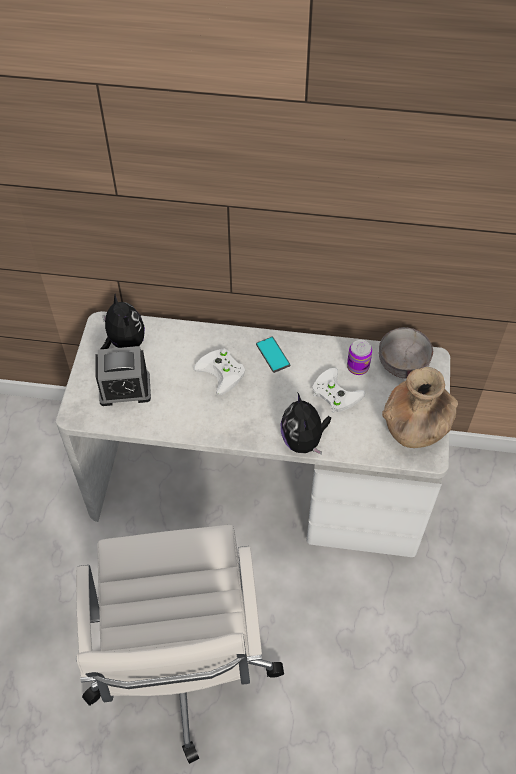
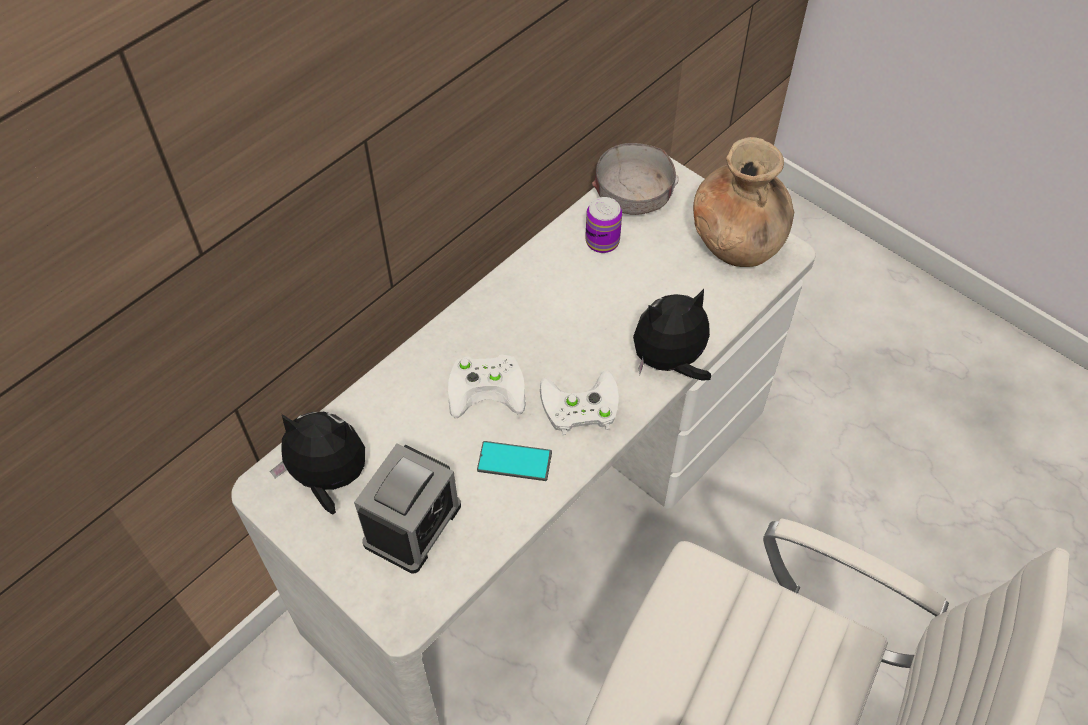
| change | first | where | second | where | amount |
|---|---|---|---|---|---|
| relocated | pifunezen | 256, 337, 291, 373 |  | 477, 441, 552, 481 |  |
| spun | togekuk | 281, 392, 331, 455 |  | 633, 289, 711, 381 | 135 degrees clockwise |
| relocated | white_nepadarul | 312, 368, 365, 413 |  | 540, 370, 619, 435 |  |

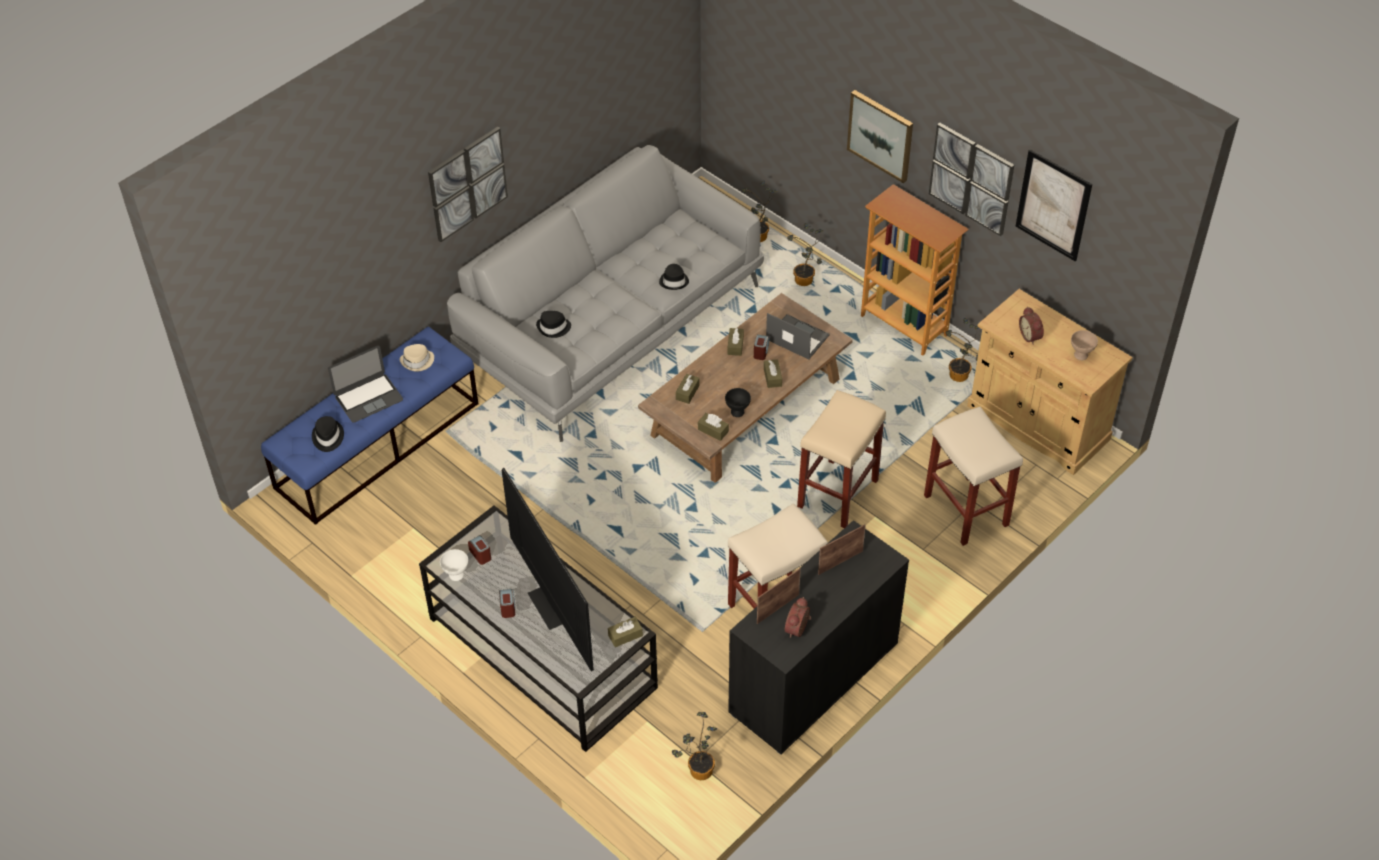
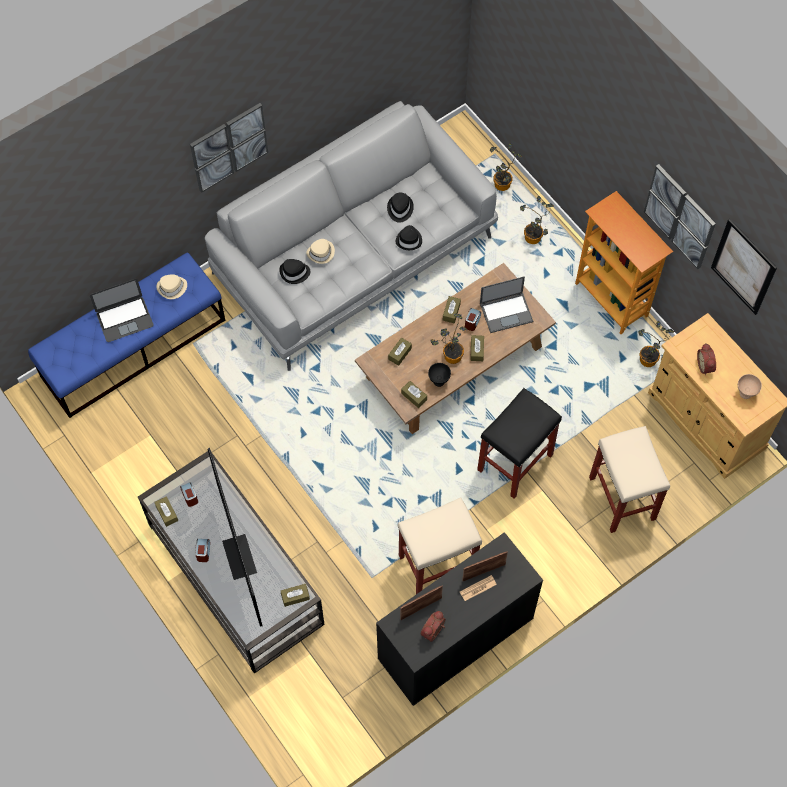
| change | first | where | second | where | amount |
|---|---|---|---|---|---|
| relocated | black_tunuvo | 312, 416, 344, 452 |  | 387, 193, 414, 223 |  |
| exchanged | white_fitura | 440, 549, 468, 581 | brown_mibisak | 154, 496, 178, 527 |  |
| relocated | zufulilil | 672, 712, 717, 780 |  | 430, 313, 467, 364 |  |
| spun | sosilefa | 766, 313, 830, 359 |  | 480, 276, 533, 333 | 120 degrees clockwise |
| colour | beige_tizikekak | 797, 390, 886, 528 | black_tizikekak | 477, 388, 562, 498 |  |
| missing | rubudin | 847, 90, 913, 183 |  |  |  |
| appeared |  |  | beige_tunuvo | 306, 239, 335, 264 |  |
| appeared |  |  | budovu | 460, 575, 497, 601 |  |

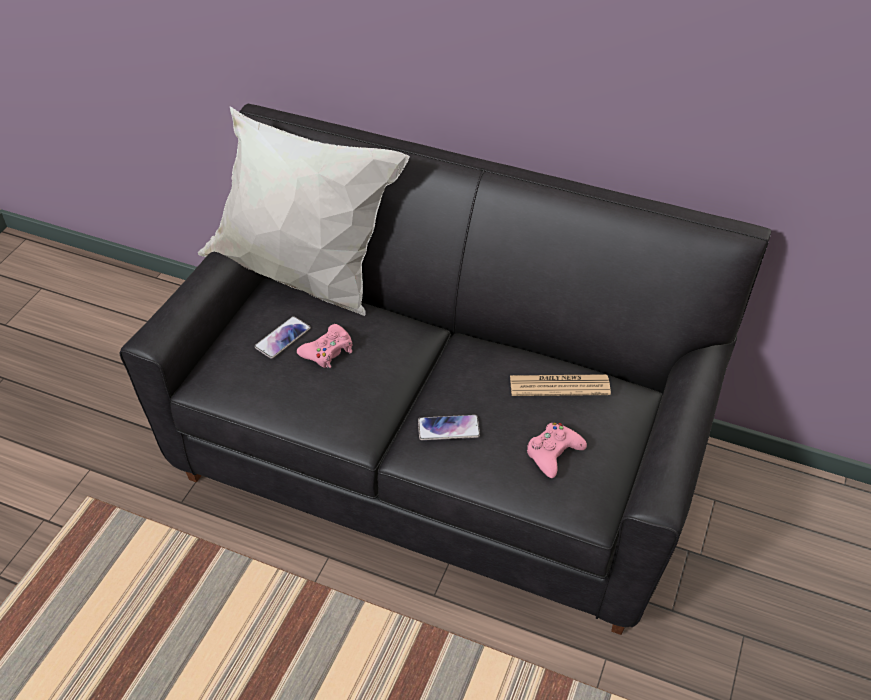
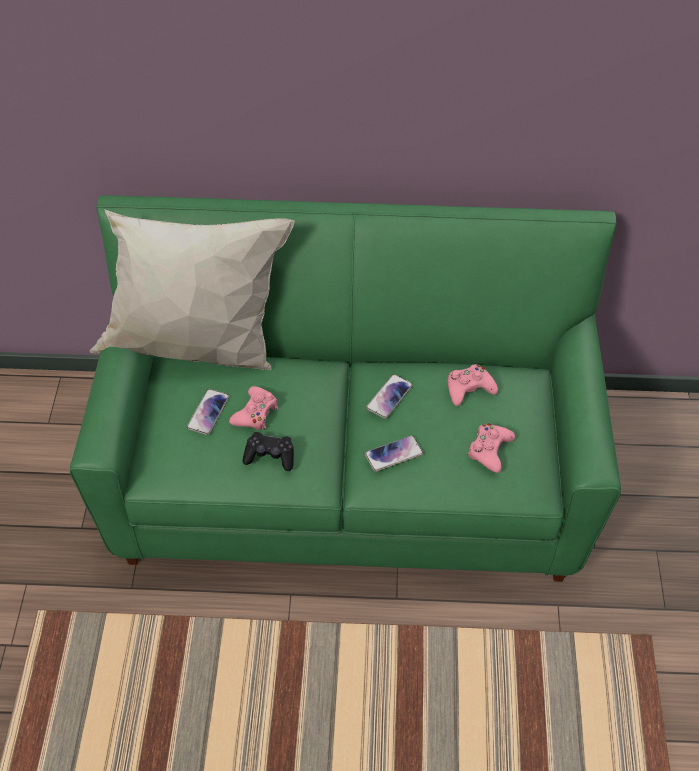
| change | first | where | second | where | amount |
|---|---|---|---|---|---|
| colour | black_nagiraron | 119, 104, 771, 635 | green_nagiraron | 70, 195, 621, 582 |  |
| exchanged | budovu | 510, 374, 611, 396 | pink_nepadarul | 448, 364, 498, 406 |  |
| appeared |  |  | black_nepadarul | 243, 432, 294, 471 |  |
| appeared |  |  | pifunezen | 366, 374, 413, 419 |  |

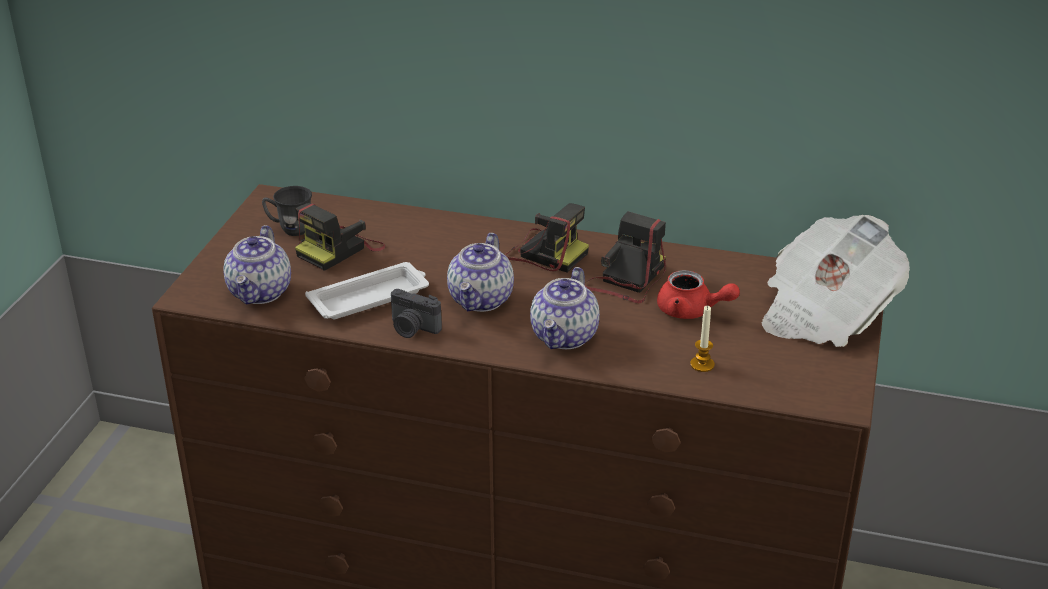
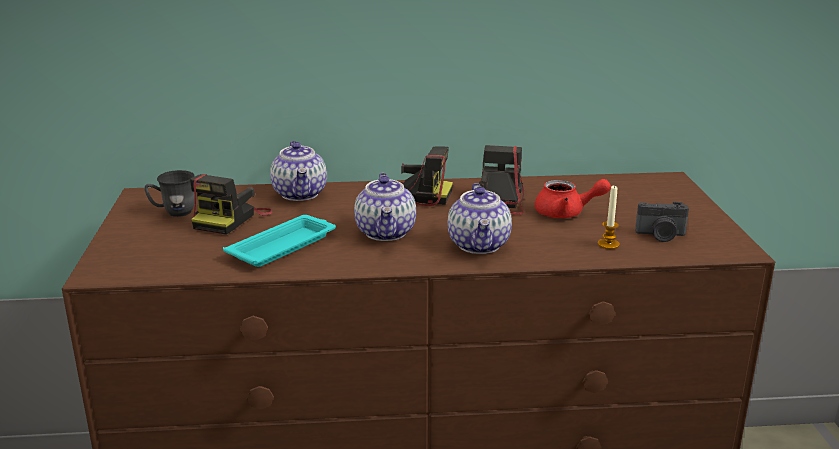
| change | first | where | second | where | amount |
|---|---|---|---|---|---|
| relocated | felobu | 223, 225, 291, 305 |  | 270, 141, 327, 201 |  |
| colour | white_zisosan | 305, 262, 429, 319 | turquoise_zisosan | 223, 215, 336, 267 |  |
| relocated | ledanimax | 391, 289, 442, 338 |  | 635, 201, 689, 242 |  |
| missing | budovu | 762, 215, 910, 347 |  |  |  |

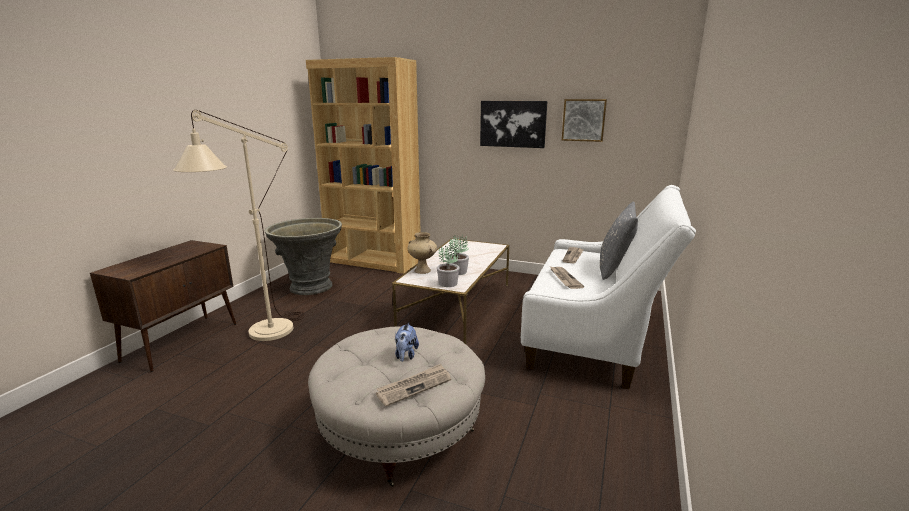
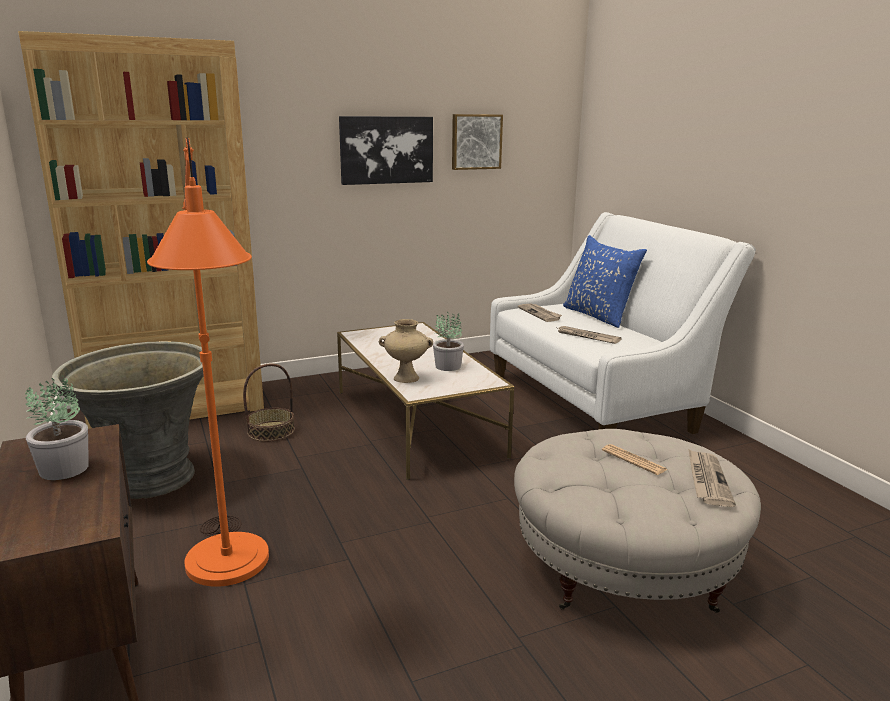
| change | first | where | second | where | amount |
|---|---|---|---|---|---|
| colour | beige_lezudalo | 173, 110, 305, 341 | orange_lezudalo | 147, 137, 269, 587 |  |
| exchanged | togekuk | 395, 323, 419, 362 | budovu | 602, 444, 668, 475 |  |
| relocated | zufulilil | 437, 245, 460, 287 |  | 25, 375, 89, 480 |  |
| colour | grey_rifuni | 600, 202, 638, 280 | blue_rifuni | 563, 235, 647, 328 |  |
| appeared |  |  | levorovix | 243, 363, 295, 442 |  |

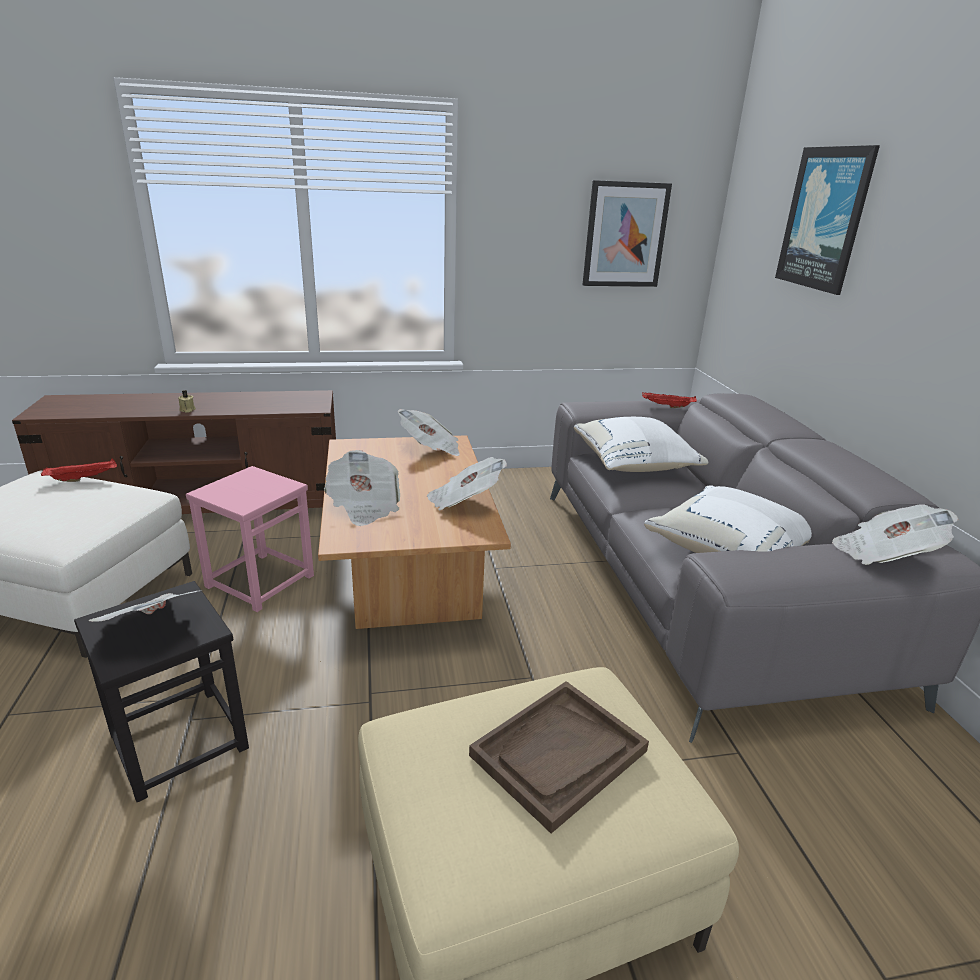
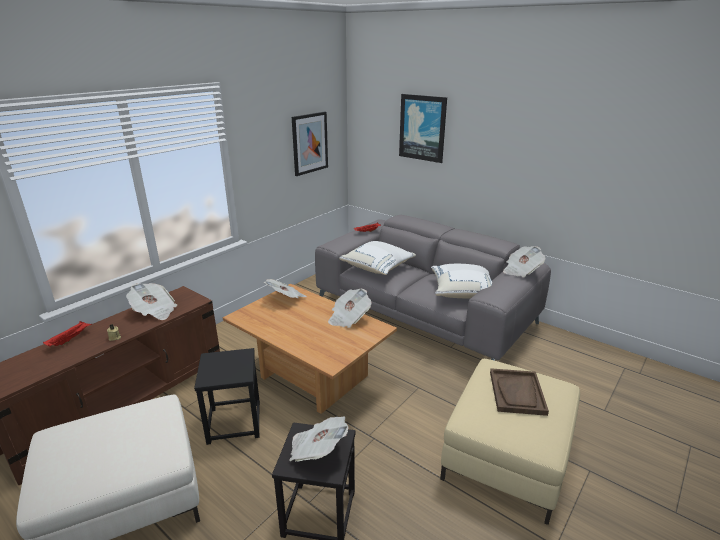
| change | first | where | second | where | amount |
|---|---|---|---|---|---|
| relocated | red_zisosan | 41, 458, 117, 482 |  | 43, 321, 91, 346 |  |
| colour | pink_tizikekak | 186, 466, 314, 612 | black_tizikekak | 194, 348, 260, 445 |  |
| relocated | budovu | 324, 450, 400, 526 |  | 126, 283, 177, 320 |  |

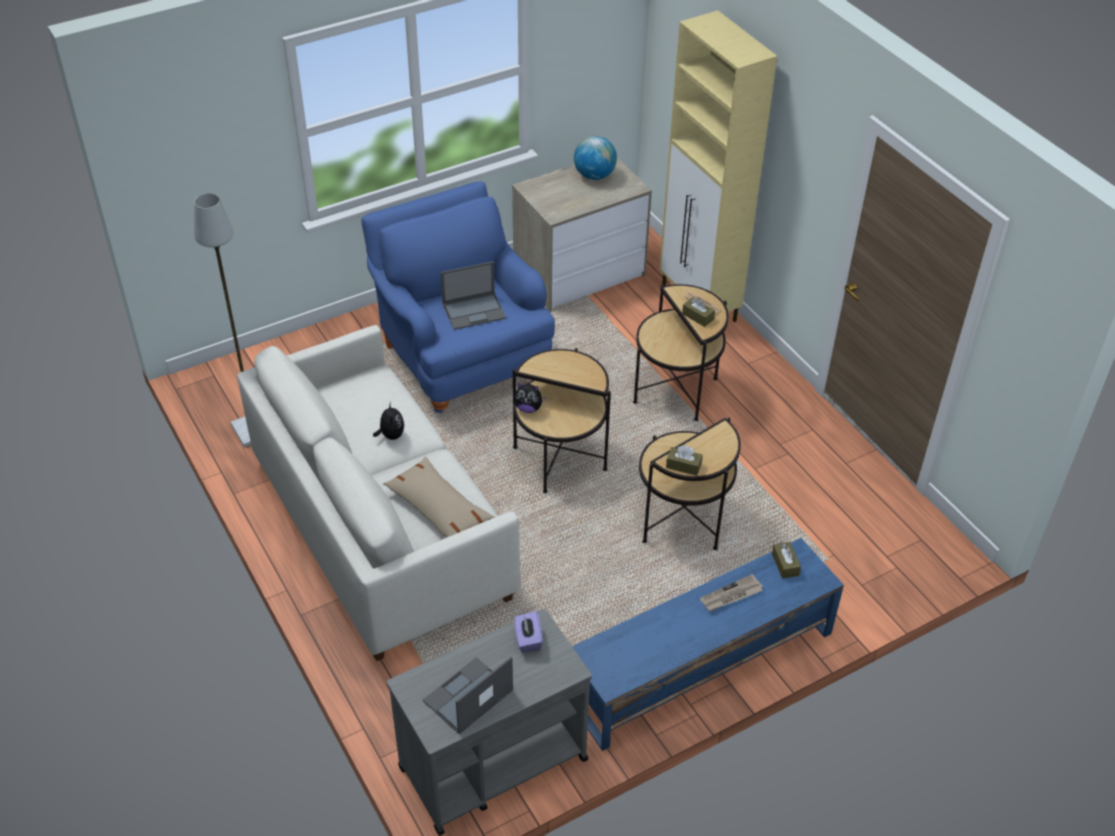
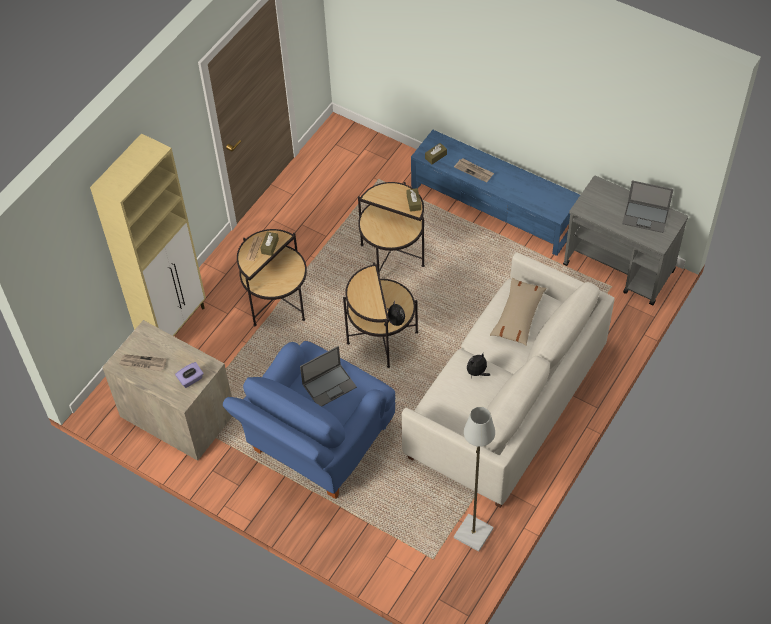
| change | first | where | second | where | amount |
|---|---|---|---|---|---|
| spun | sosilefa | 441, 261, 506, 330 |  | 300, 346, 357, 407 | 105 degrees clockwise |
| relocated | purple_mibisak | 514, 611, 543, 653 |  | 175, 362, 203, 388 |  |
| exchanged | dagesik | 574, 136, 617, 180 | budovu | 120, 354, 167, 371 |  |

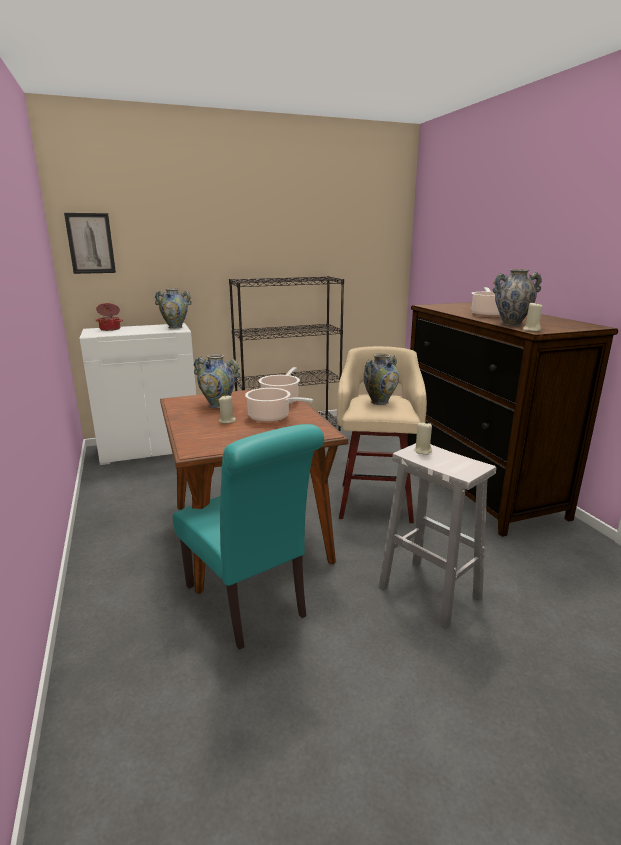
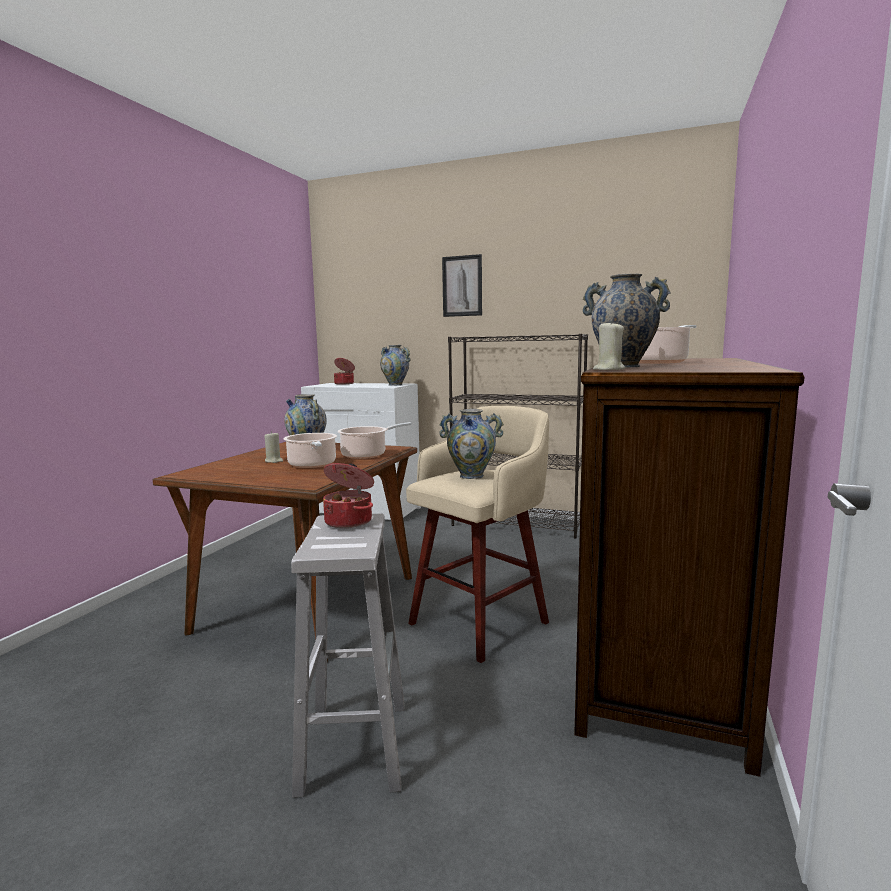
| change | first | where | second | where | amount |
|---|---|---|---|---|---|
| relocated | rubudin | 64, 213, 116, 274 |  | 442, 254, 482, 317 |  |
| missing | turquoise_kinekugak | 173, 424, 324, 650 |  |  |  |
| exchanged | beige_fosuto | 414, 421, 432, 455 | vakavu | 323, 463, 374, 528 |  |

